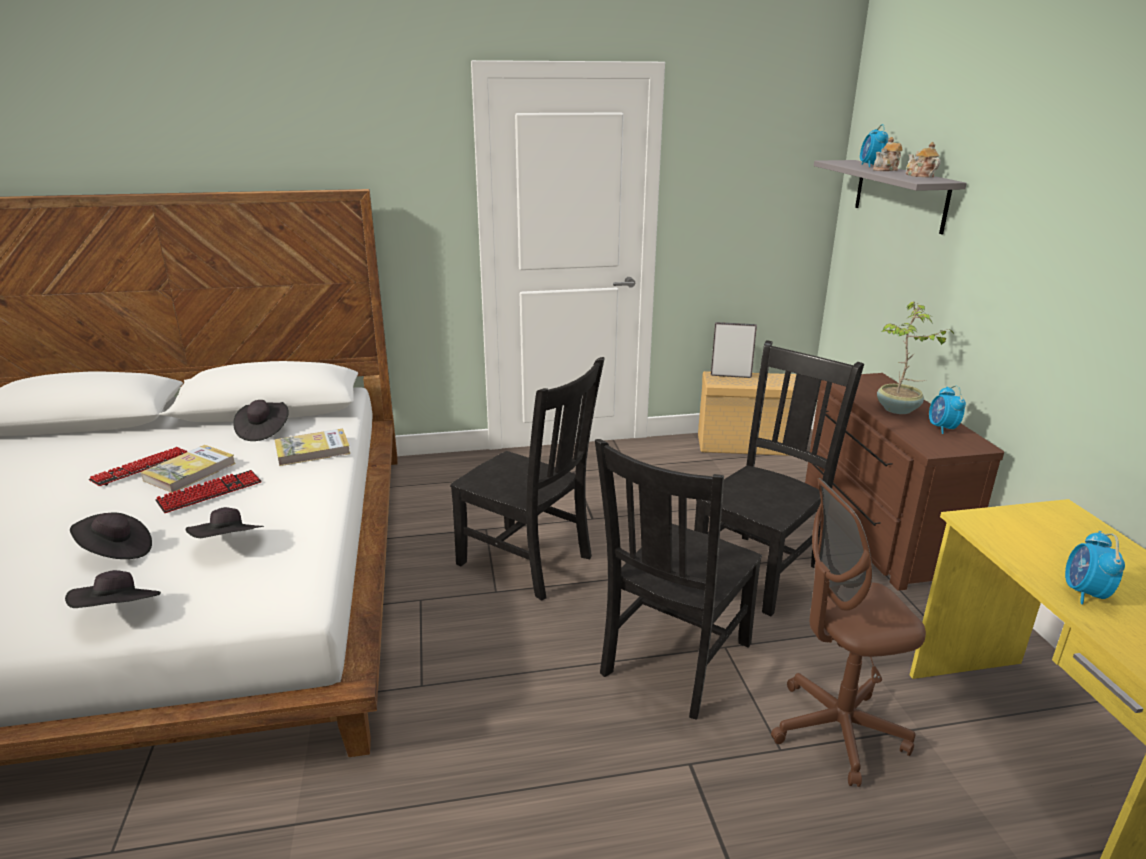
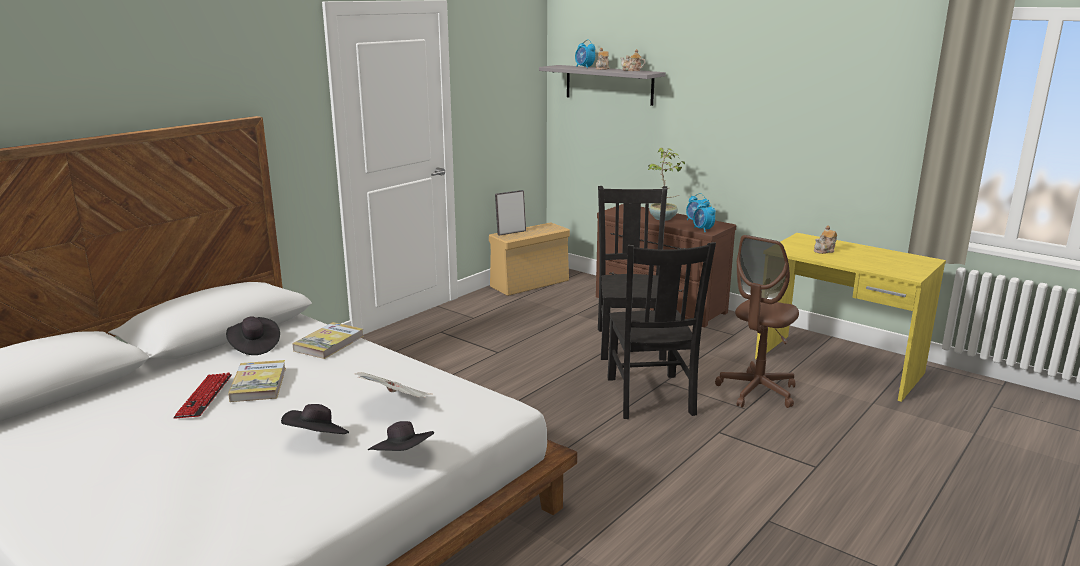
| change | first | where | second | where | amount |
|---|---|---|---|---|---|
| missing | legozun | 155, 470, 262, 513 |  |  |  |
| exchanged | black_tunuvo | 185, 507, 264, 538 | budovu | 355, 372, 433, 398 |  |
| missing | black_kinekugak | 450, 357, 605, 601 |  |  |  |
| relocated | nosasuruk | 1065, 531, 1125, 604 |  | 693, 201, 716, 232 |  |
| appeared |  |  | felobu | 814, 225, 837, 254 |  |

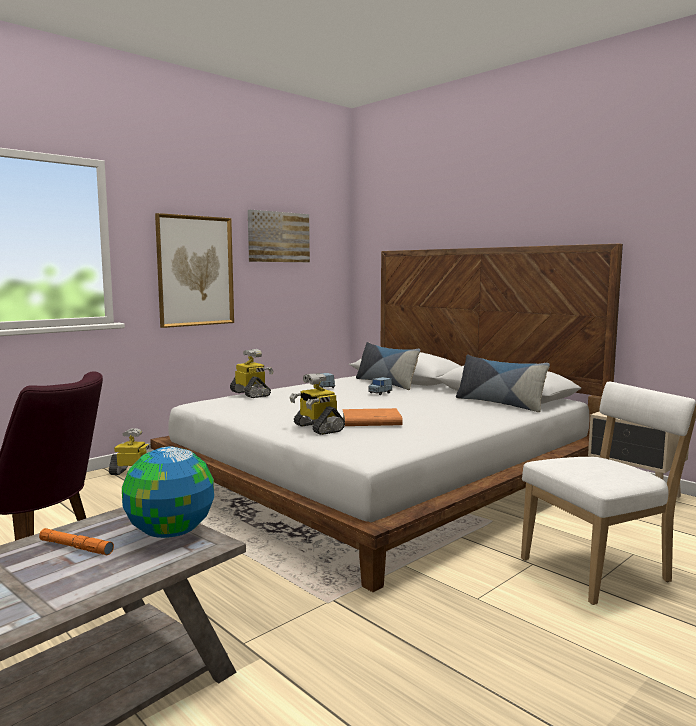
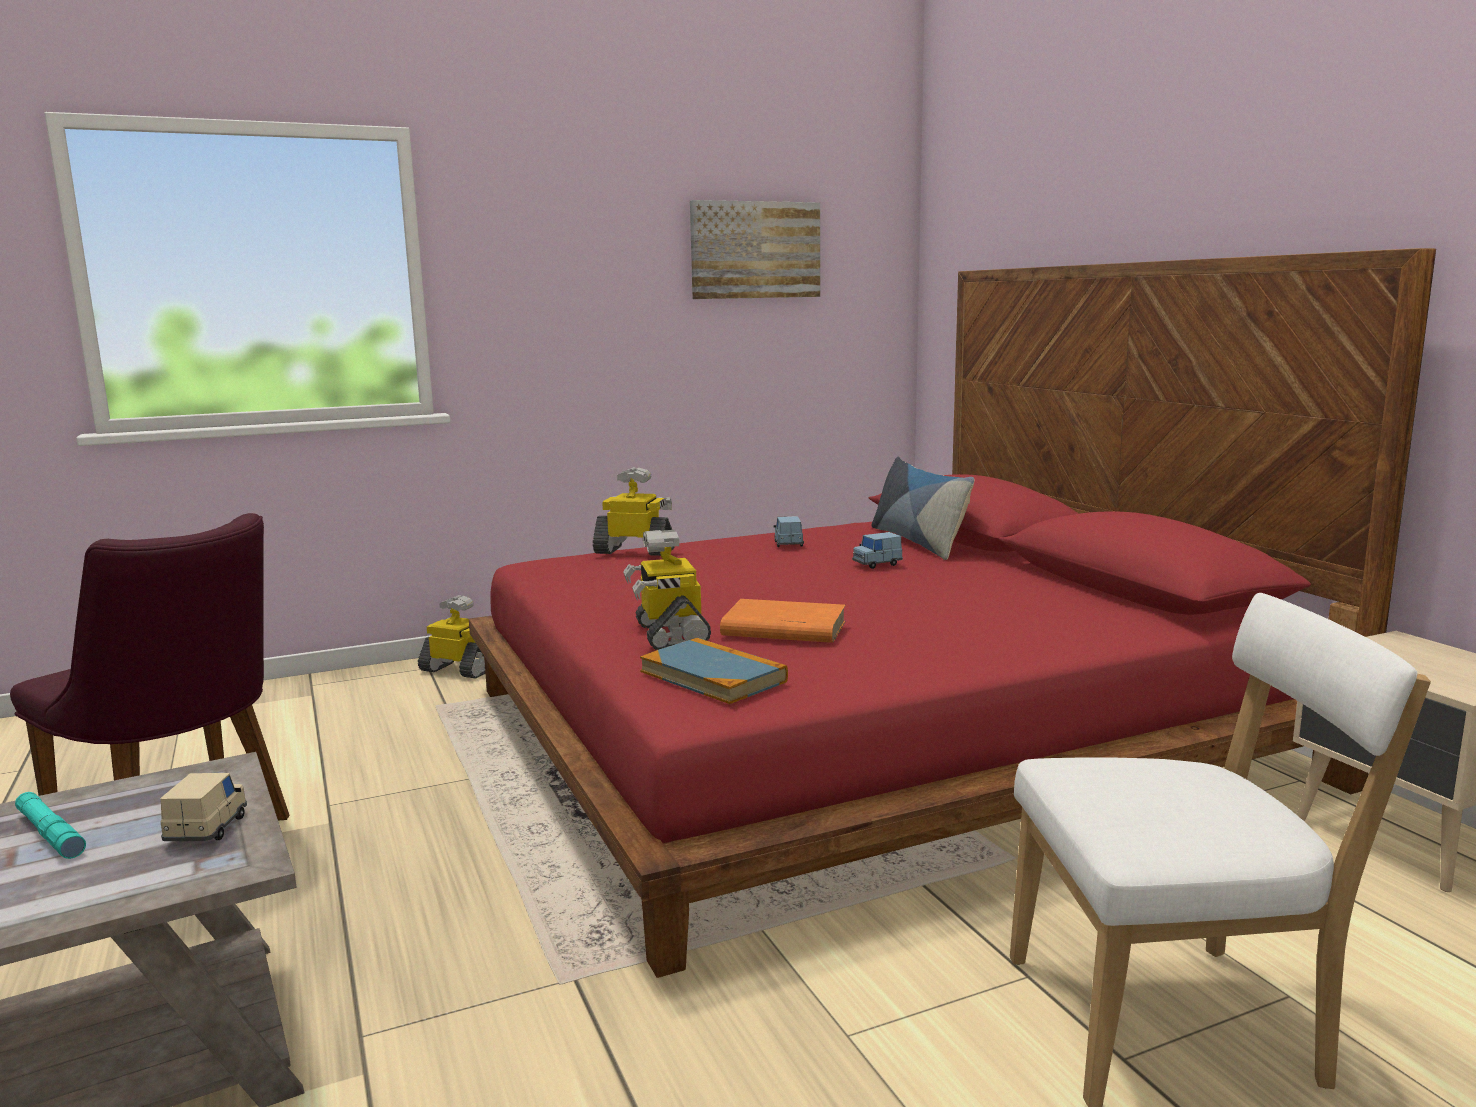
| change | first | where | second | where | amount |
|---|---|---|---|---|---|
| colour | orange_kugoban | 39, 528, 114, 555 | turquoise_kugoban | 15, 792, 86, 859 |  |
| exchanged | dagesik | 122, 447, 214, 538 | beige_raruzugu | 161, 773, 247, 841 |  |
| colour | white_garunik | 150, 244, 623, 592 | red_garunik | 469, 248, 1436, 978 |  |
| missing | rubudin | 155, 213, 234, 328 |  |  |  |
| spun | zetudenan | 230, 349, 274, 398 |  | 593, 467, 675, 556 | 60 degrees counterclockwise |
| missing | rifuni | 456, 354, 550, 412 |  |  |  |
| appeared |  |  | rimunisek | 640, 638, 788, 704 |  |

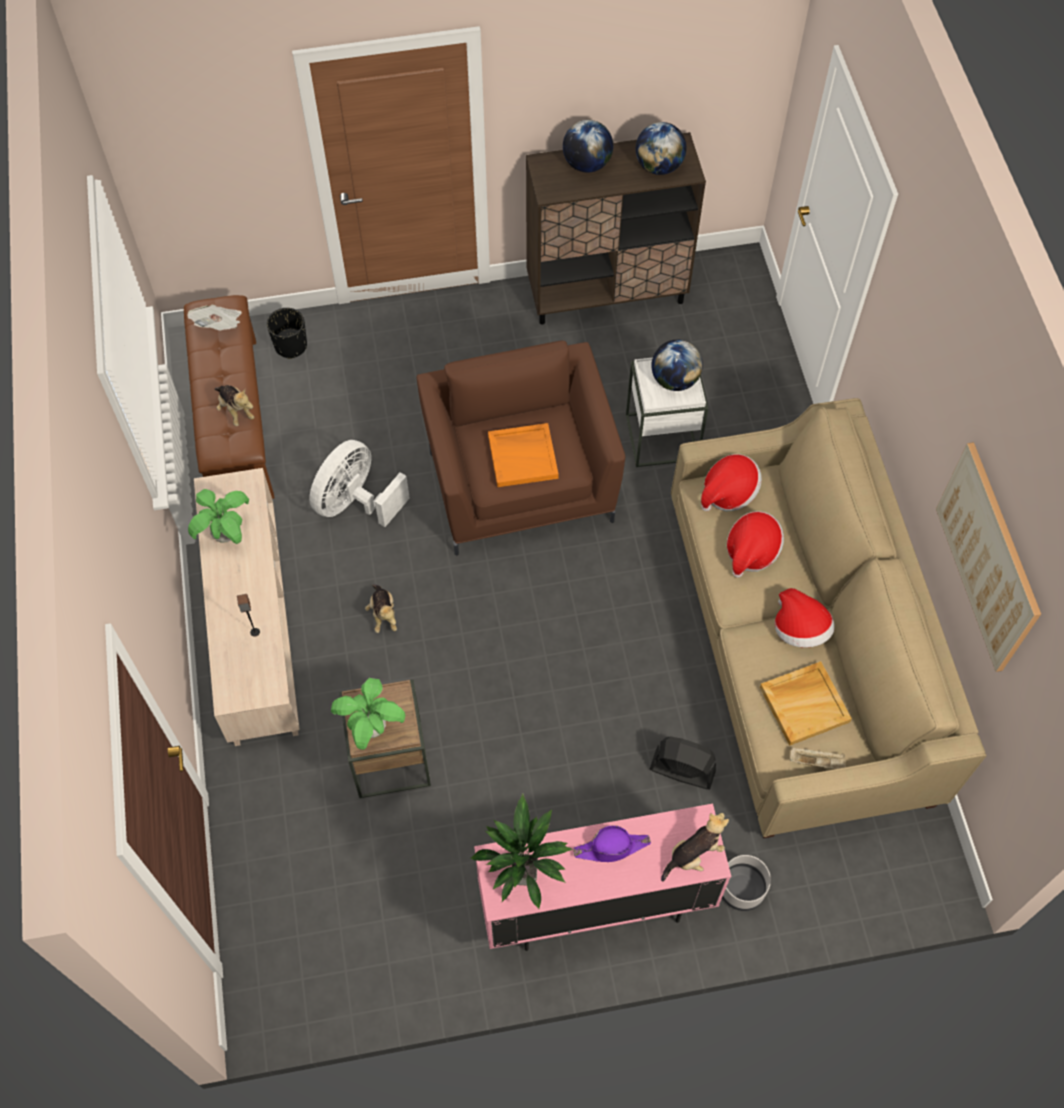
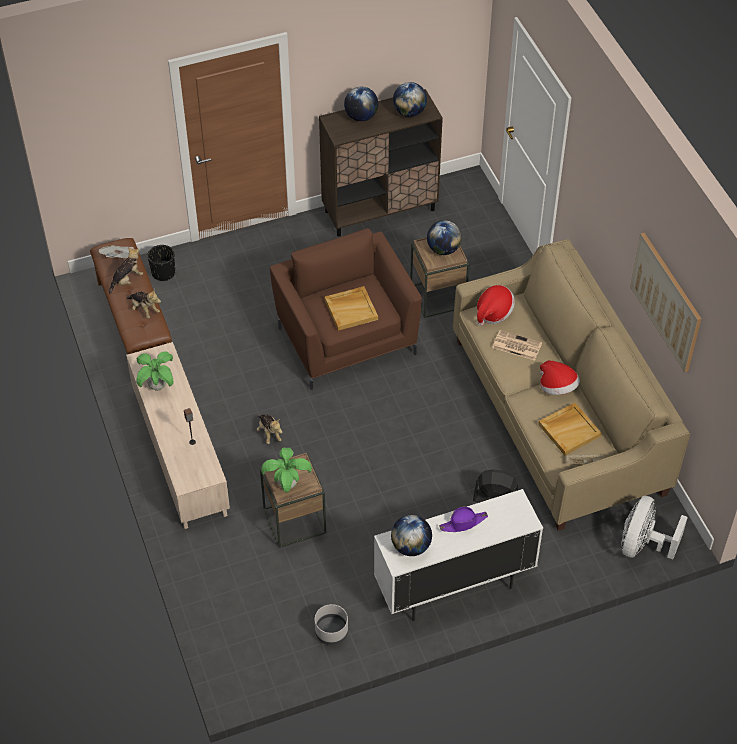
| change | first | where | second | where | amount |
|---|---|---|---|---|---|
| relocated | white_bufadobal | 309, 440, 410, 527 |  | 622, 496, 688, 559 |  |
| exchanged | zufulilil | 471, 794, 573, 909 | dagesik | 391, 515, 432, 556 |  |
| colour | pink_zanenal | 474, 804, 731, 951 | white_zanenal | 374, 489, 543, 621 |  |
| colour | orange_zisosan | 488, 423, 559, 487 | beige_zisosan | 325, 286, 378, 331 |  |
| colour | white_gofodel | 626, 358, 708, 467 | brown_gofodel | 410, 237, 470, 318 |  |
| relocated | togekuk | 661, 813, 729, 882 |  | 109, 247, 143, 294 |  |
| relocated | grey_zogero | 722, 855, 771, 911 |  | 315, 604, 348, 645 |  |
| exchanged | tunuvo | 727, 511, 784, 578 | budovu | 492, 330, 542, 361 |  |

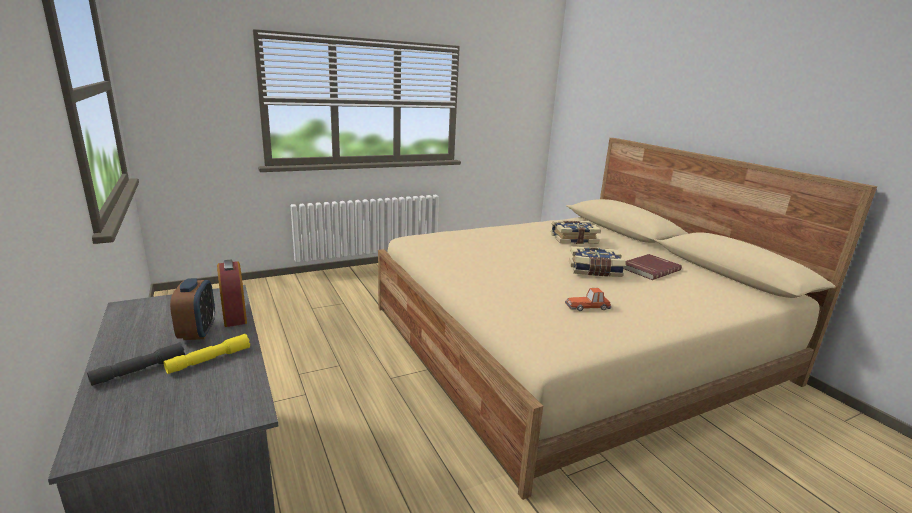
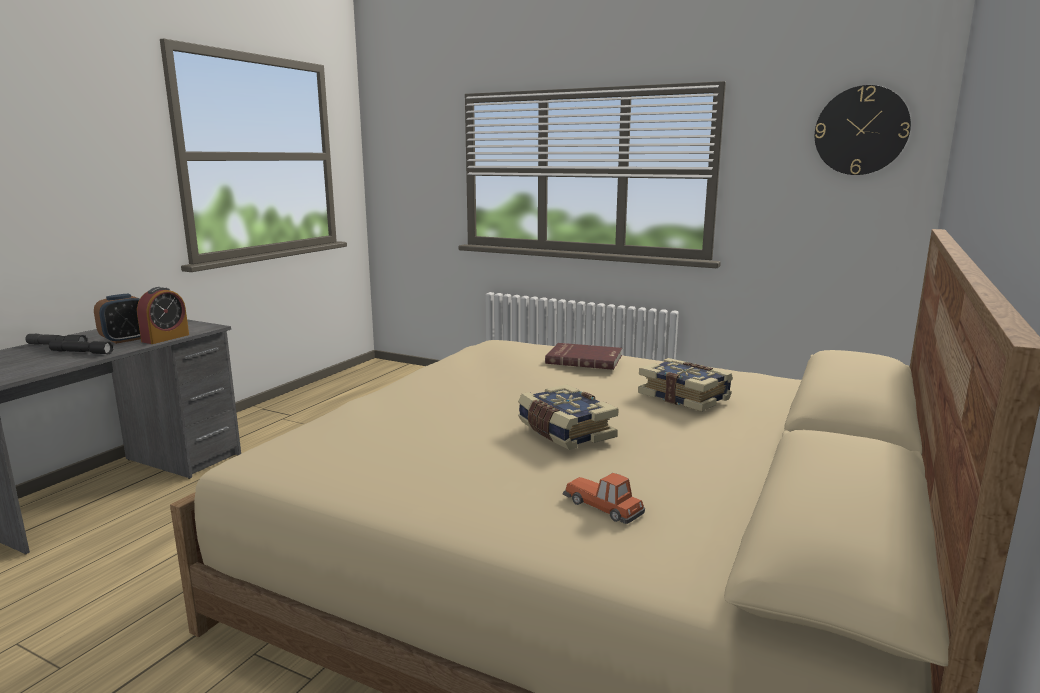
| change | first | where | second | where | amount |
|---|---|---|---|---|---|
| colour | yellow_kugoban | 164, 334, 250, 374 | black_kugoban | 49, 340, 113, 354 |  |
| relocated | raruzugu | 565, 288, 611, 311 |  | 563, 473, 645, 524 |  |
| relocated | red_rimunisek | 624, 254, 682, 280 |  | 545, 343, 622, 370 |  |
| appeared |  |  | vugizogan | 815, 85, 911, 175 |  |

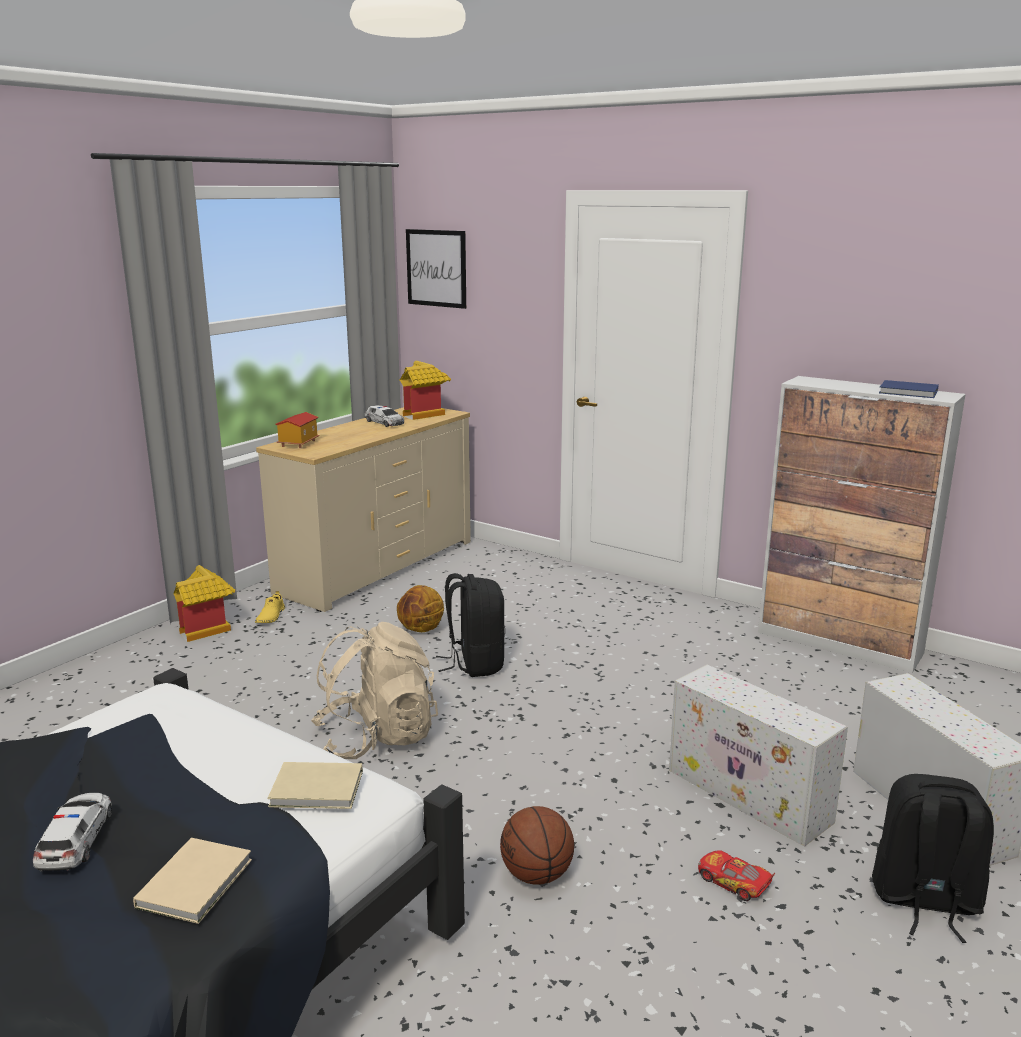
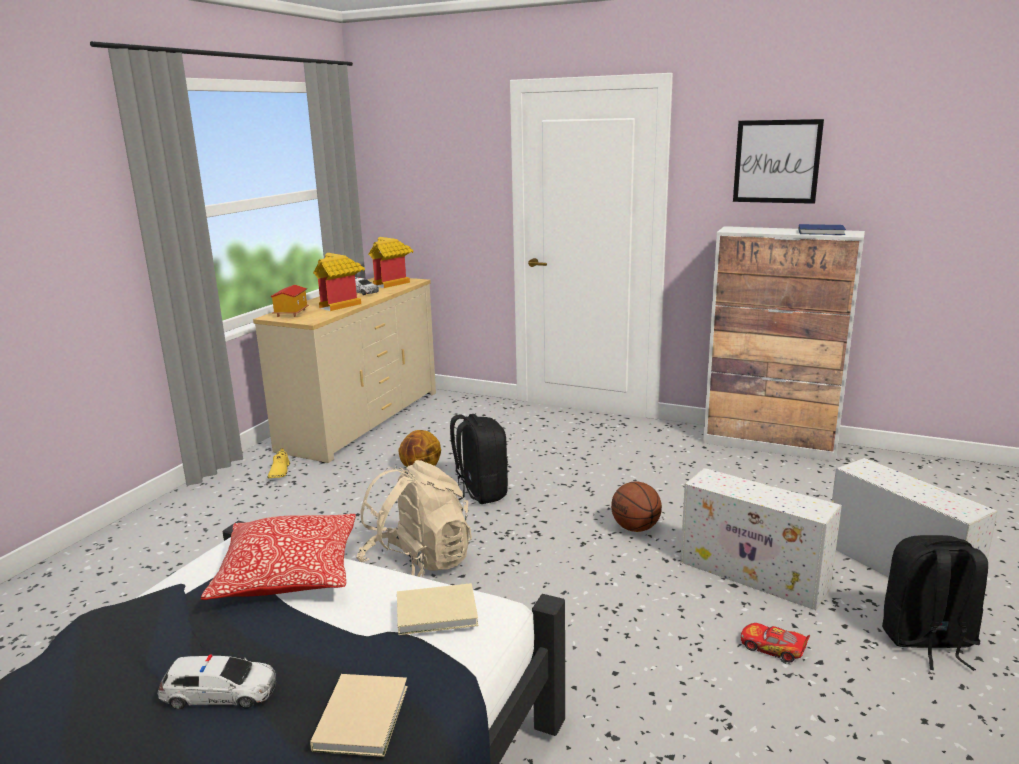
| change | first | where | second | where | amount |
|---|---|---|---|---|---|
| spun | raruzugu | 33, 793, 112, 872 |  | 157, 654, 276, 710 | 105 degrees clockwise |
| relocated | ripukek | 173, 565, 235, 642 |  | 313, 253, 365, 311 |  |
| relocated | rubudin | 406, 229, 466, 309 |  | 733, 119, 824, 204 |  |
| relocated | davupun | 500, 806, 574, 885 |  | 611, 482, 662, 532 |  |
| appeared |  |  | rifuni | 201, 514, 356, 600 |  |

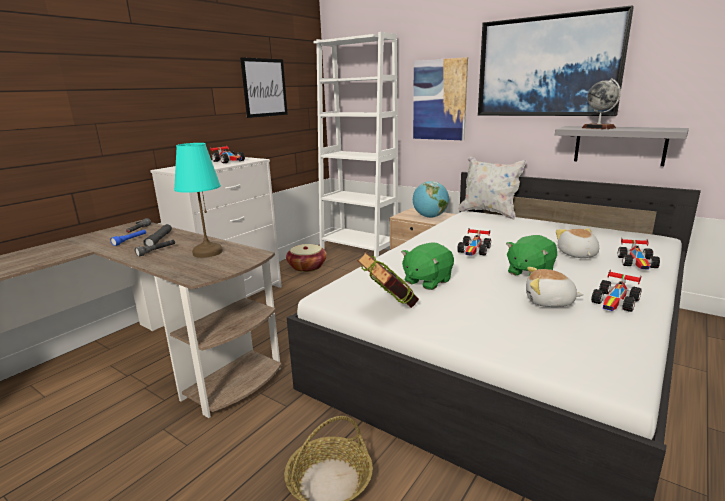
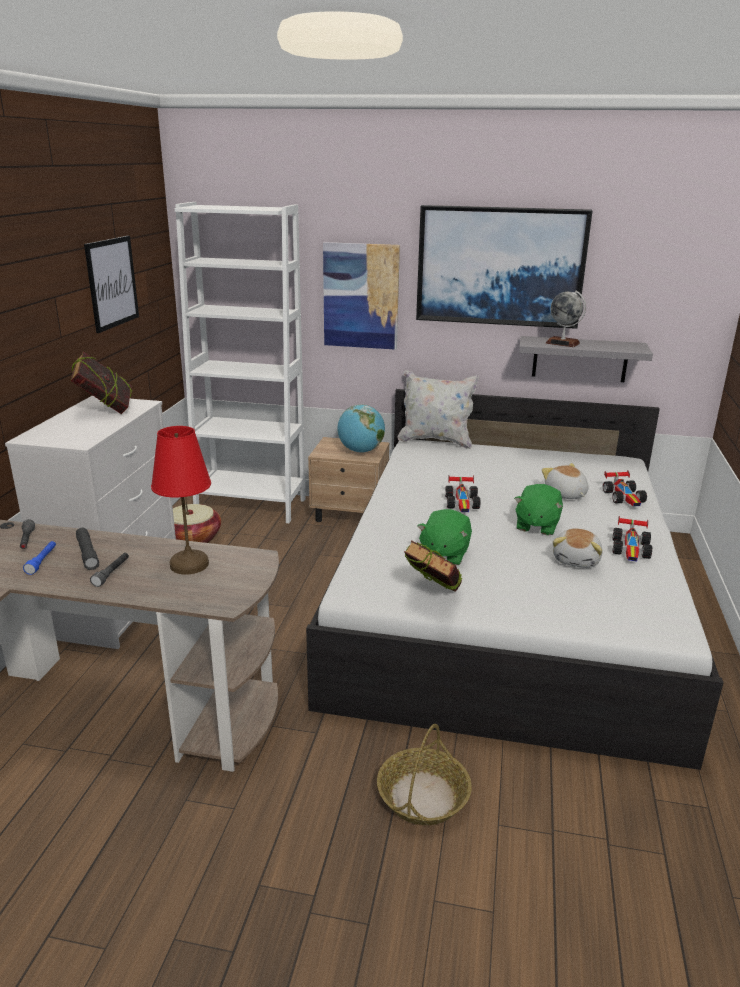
| change | first | where | second | where | amount |
|---|---|---|---|---|---|
| colour | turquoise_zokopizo | 174, 143, 223, 258 | red_zokopizo | 151, 426, 211, 575 |  |
| exchanged | raruzugu | 210, 145, 245, 164 | rimunisek | 70, 352, 132, 414 |  |
| spun | togekuk | 526, 267, 583, 307 |  | 553, 528, 603, 568 | 60 degrees counterclockwise |

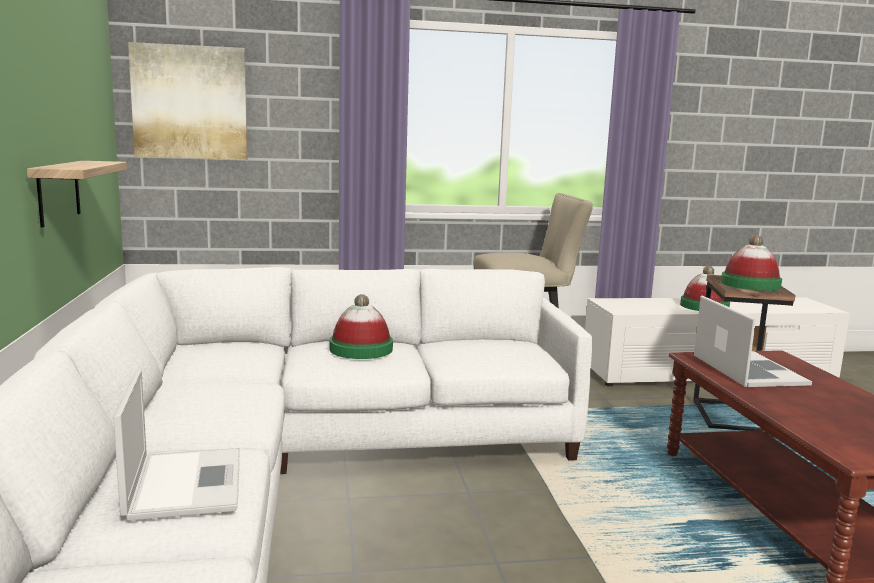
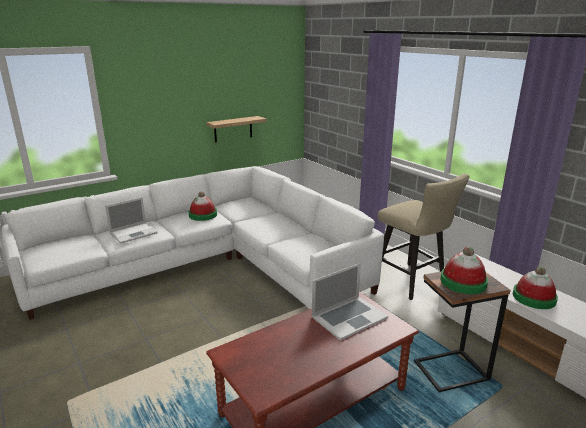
| change | first | where | second | where | amount |
|---|---|---|---|---|---|
| missing | rubudin | 128, 42, 248, 160 |  |  |  |
| relocated | tunuvo | 330, 294, 393, 359 |  | 189, 192, 217, 221 |  |

